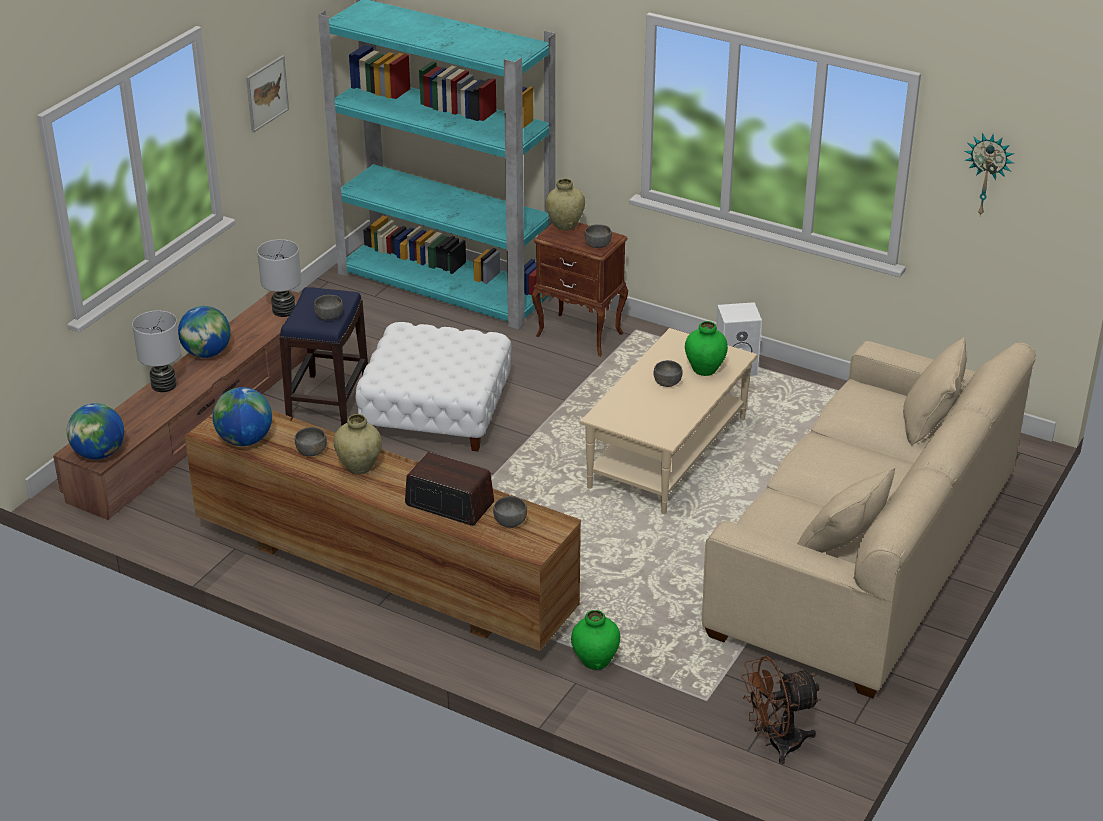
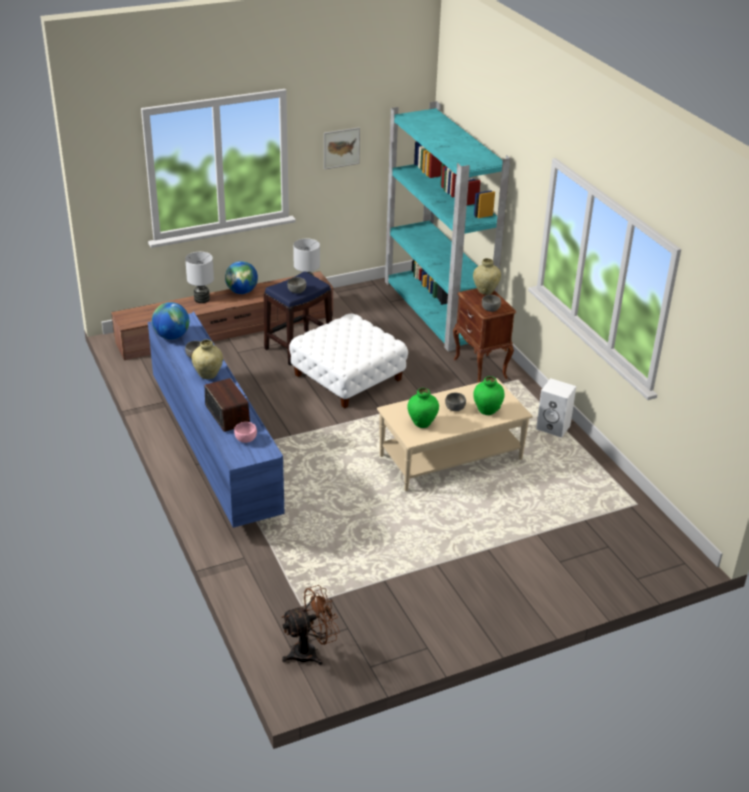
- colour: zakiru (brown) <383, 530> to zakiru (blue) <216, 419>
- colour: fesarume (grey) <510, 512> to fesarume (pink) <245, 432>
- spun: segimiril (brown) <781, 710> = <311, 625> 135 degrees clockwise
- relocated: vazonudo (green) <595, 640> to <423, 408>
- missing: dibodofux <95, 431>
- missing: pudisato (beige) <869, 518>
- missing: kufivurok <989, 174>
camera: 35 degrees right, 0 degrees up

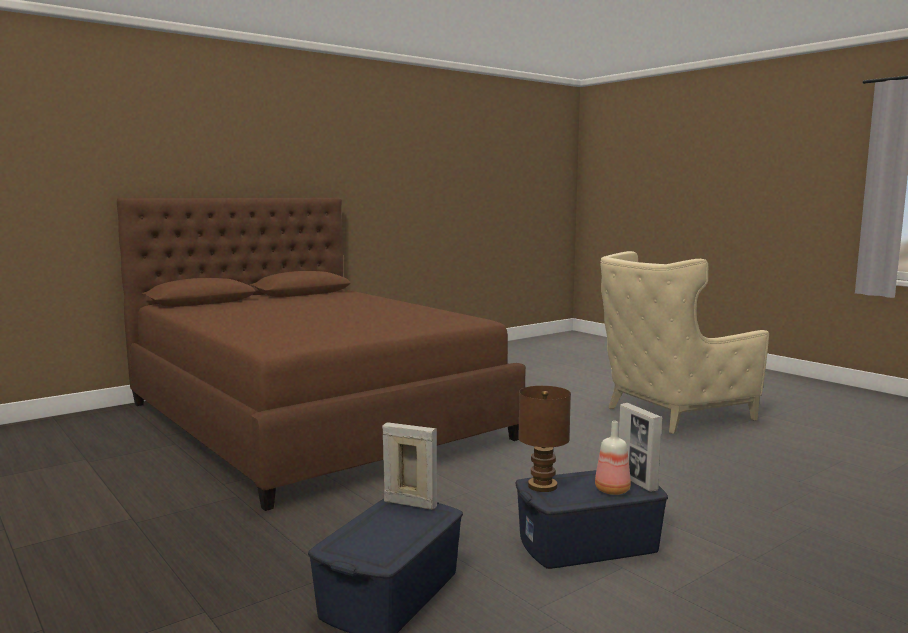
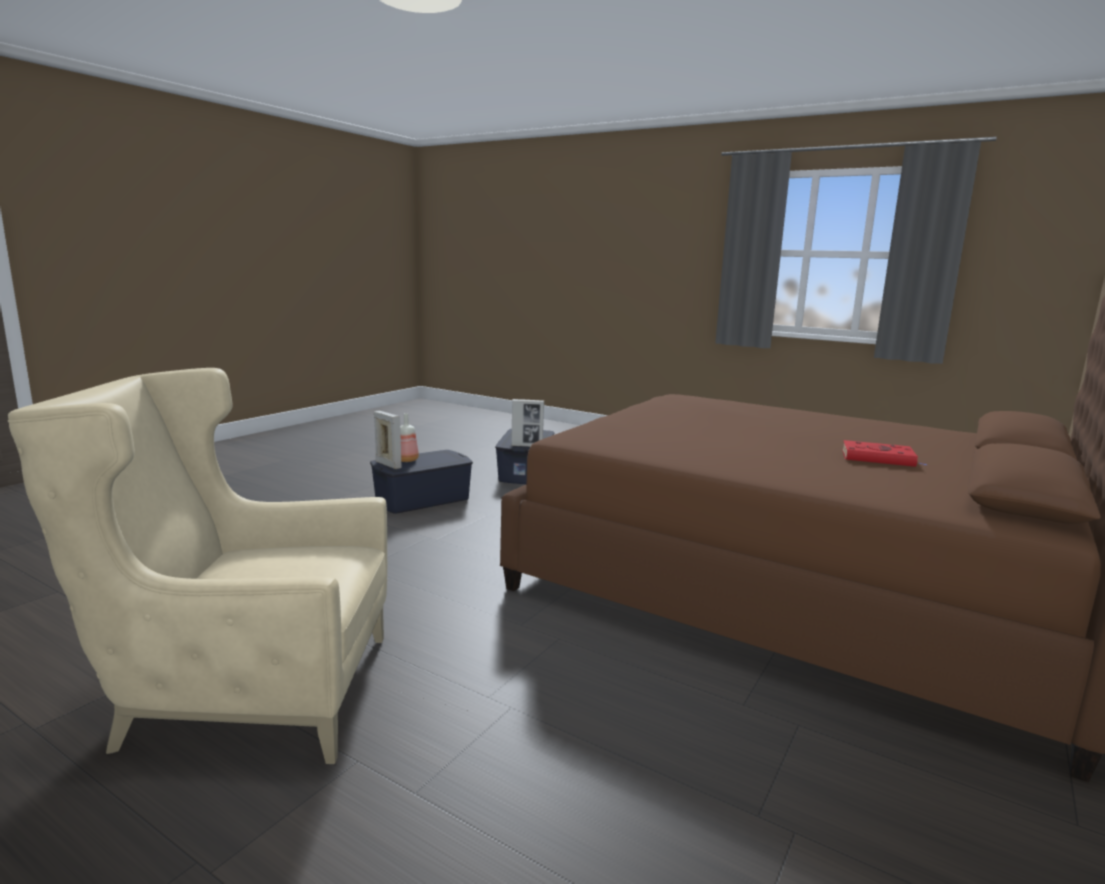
- spun: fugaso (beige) <684, 342> = <197, 566> 135 degrees counterclockwise
- appeared: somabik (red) <884, 453>
- missing: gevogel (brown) <544, 439>
camera: 160 degrees right, 5 degrees up

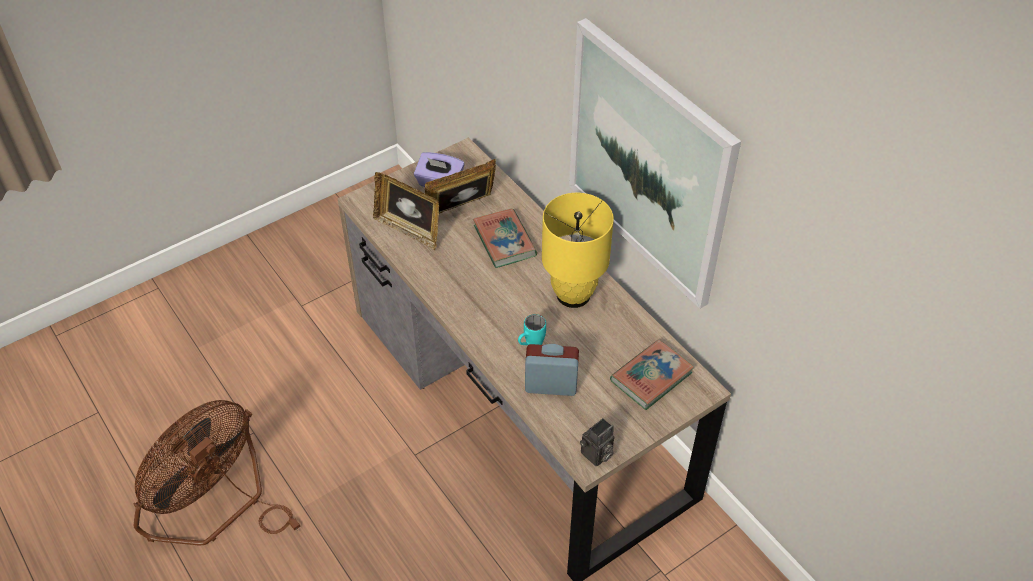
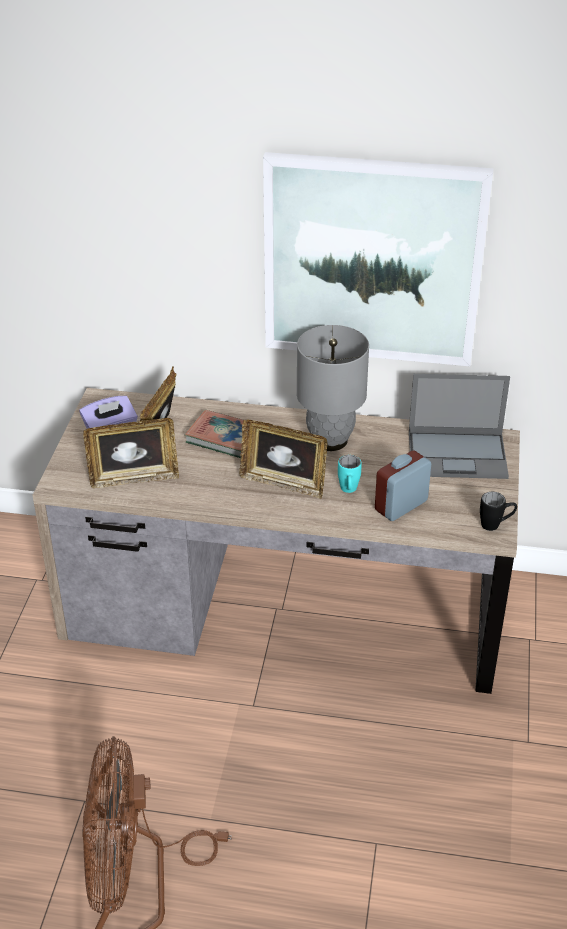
- appeared: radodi <283, 459>
- colour: gevogel (yellow) <578, 250> to gevogel (grey) <333, 388>
- exchanged: somabik <652, 374> to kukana <459, 426>
- exchanged: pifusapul <597, 442> to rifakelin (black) <498, 511>
camera: 45 degrees left, 10 degrees down

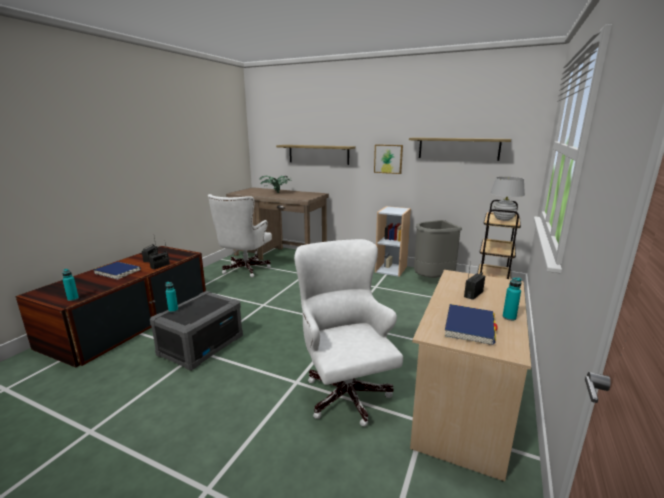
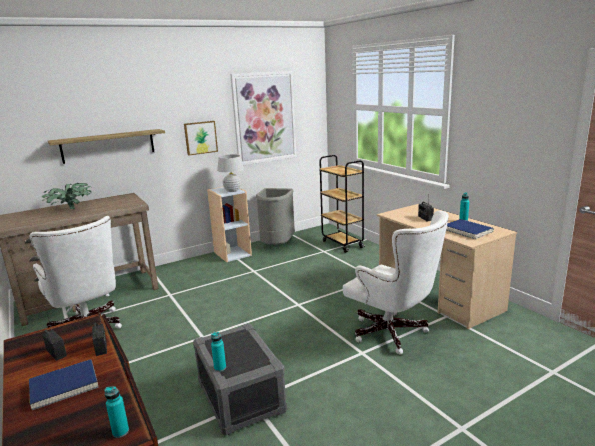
- relocated: gevogel (white) <508, 199> to <230, 173>
- exchanged: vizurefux <460, 149> to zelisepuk <263, 118>
- spun: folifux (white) <348, 333> = <396, 283> 150 degrees counterclockwise
camera: 55 degrees left, 0 degrees up

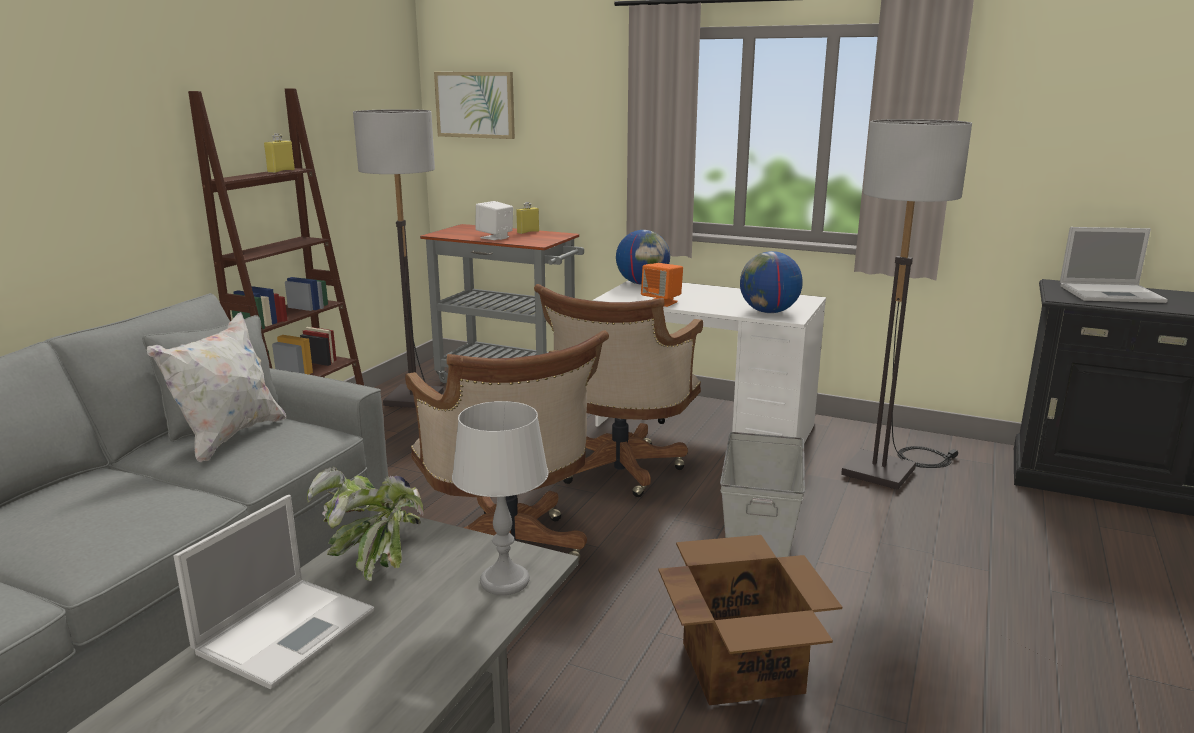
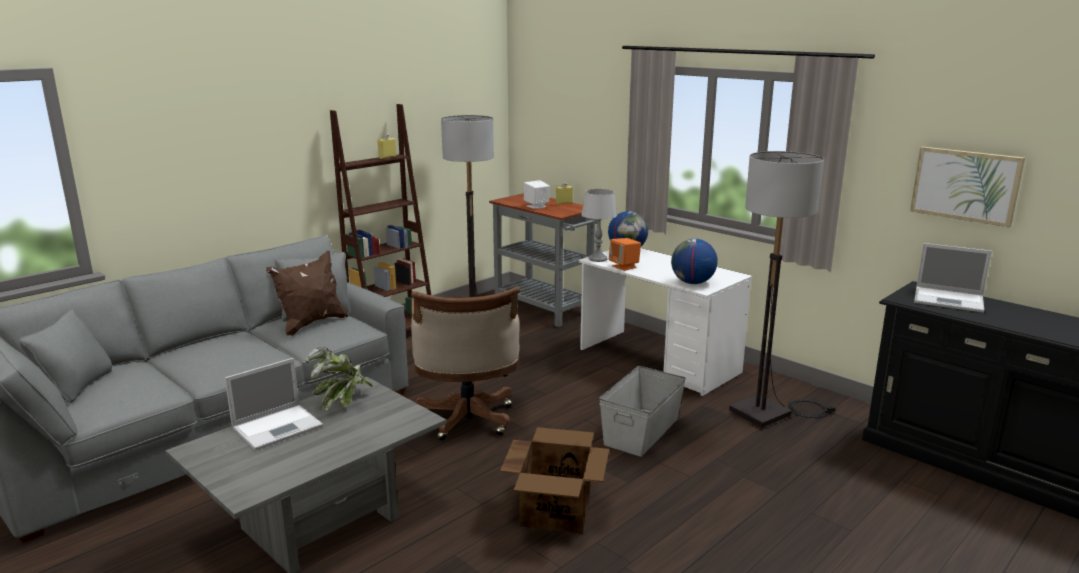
- colour: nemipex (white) <216, 387> to nemipex (brown) <307, 293>
- relocated: gevogel (grey) <500, 498> to <599, 225>
- relocated: zelisepuk <474, 105> to <967, 187>
- missing: folifux <618, 390>
camera: 20 degrees right, 0 degrees up

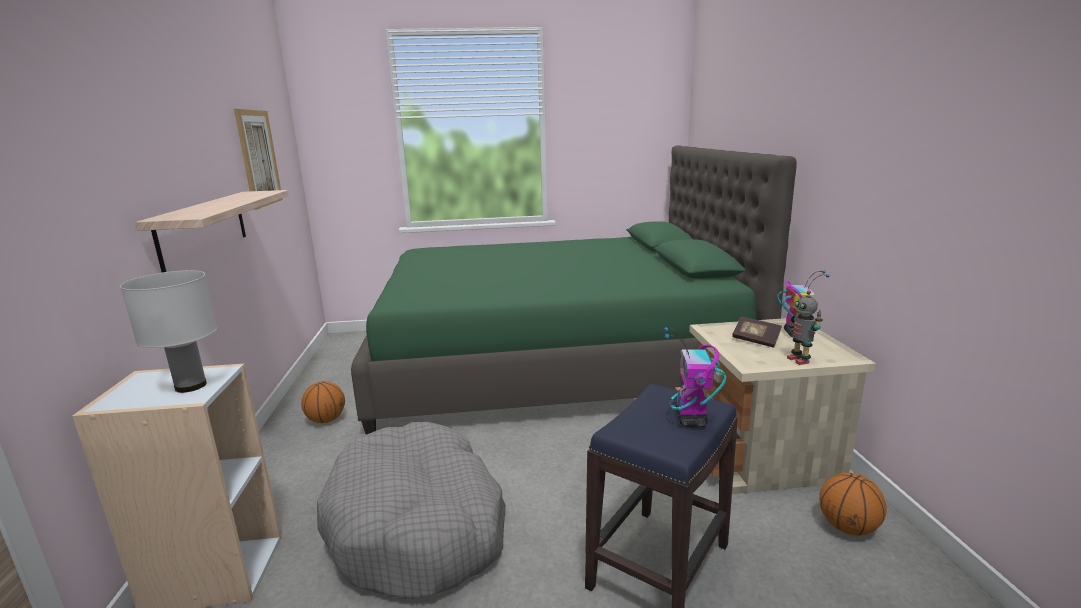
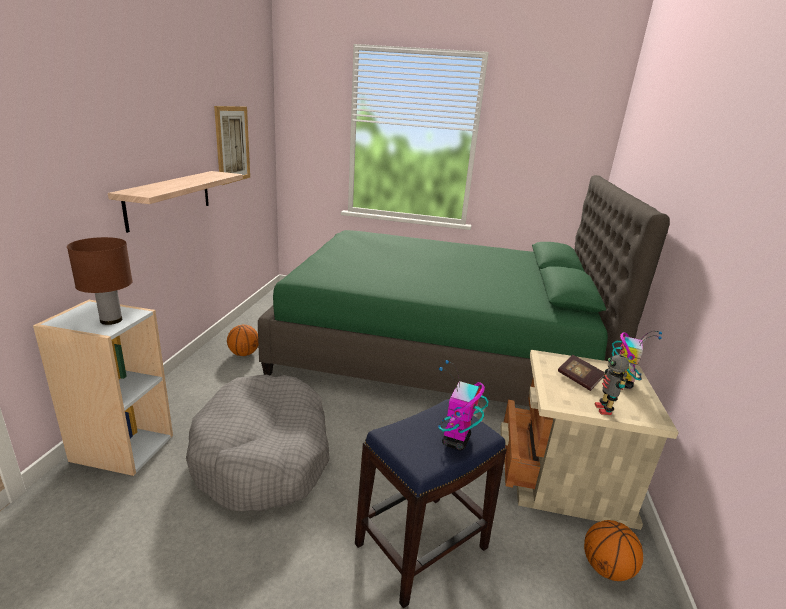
- colour: gevogel (white) <168, 331> to gevogel (brown) <100, 281>
camera: 15 degrees right, 5 degrees up

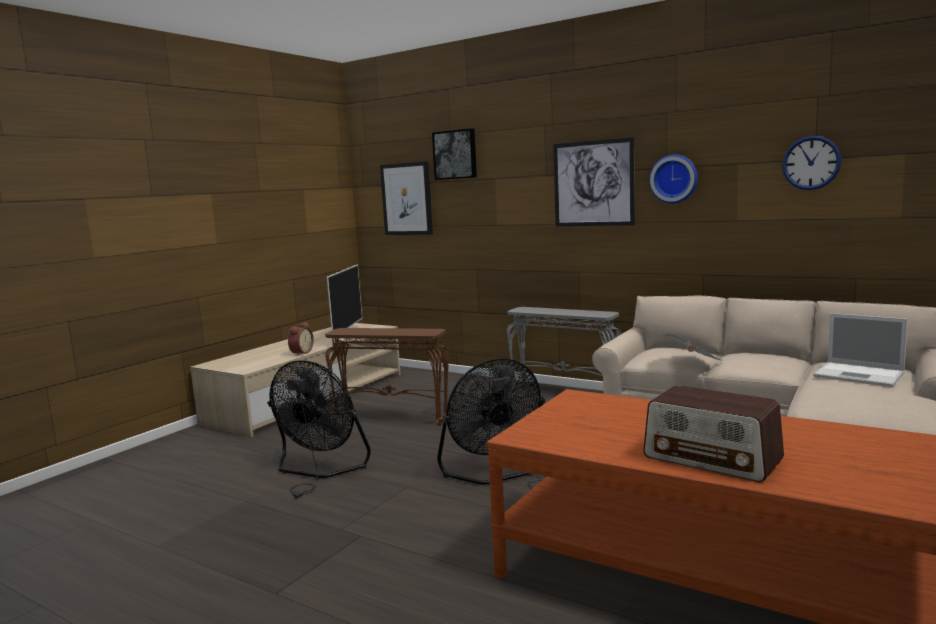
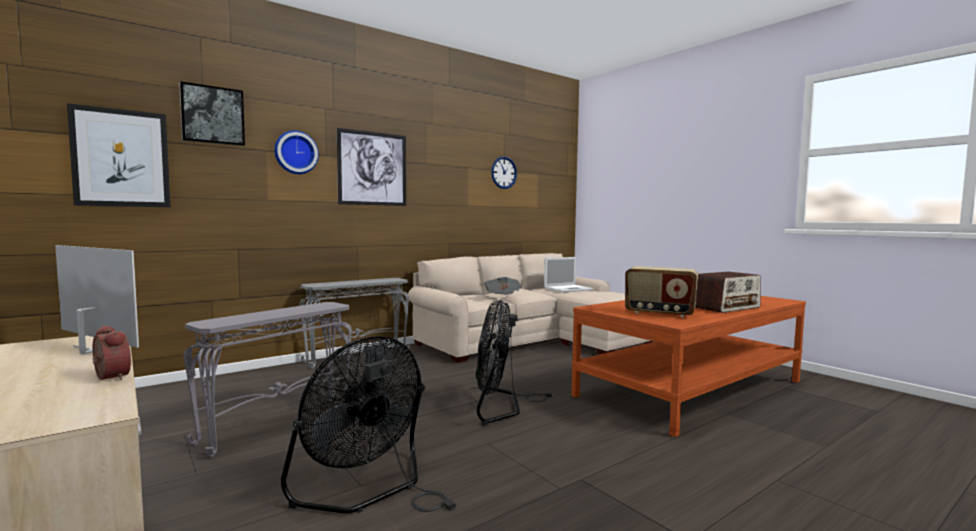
- colour: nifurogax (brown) <388, 376> to nifurogax (grey) <267, 380>
- relocated: kufivurok <673, 179> to <296, 152>
- appeared: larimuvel <661, 292>
camera: 70 degrees left, 5 degrees down

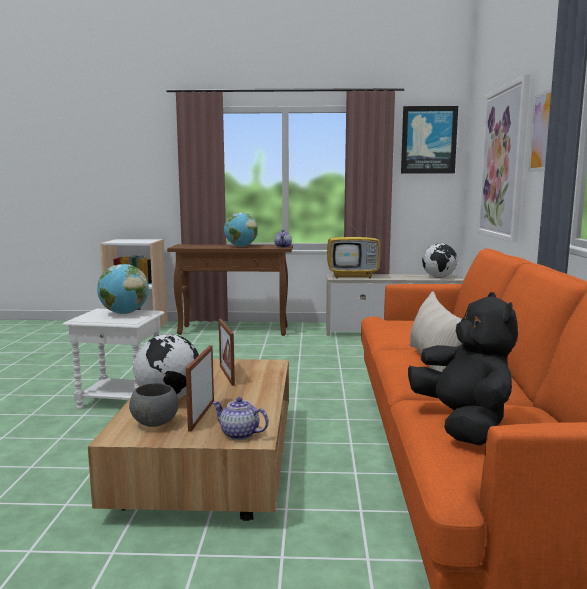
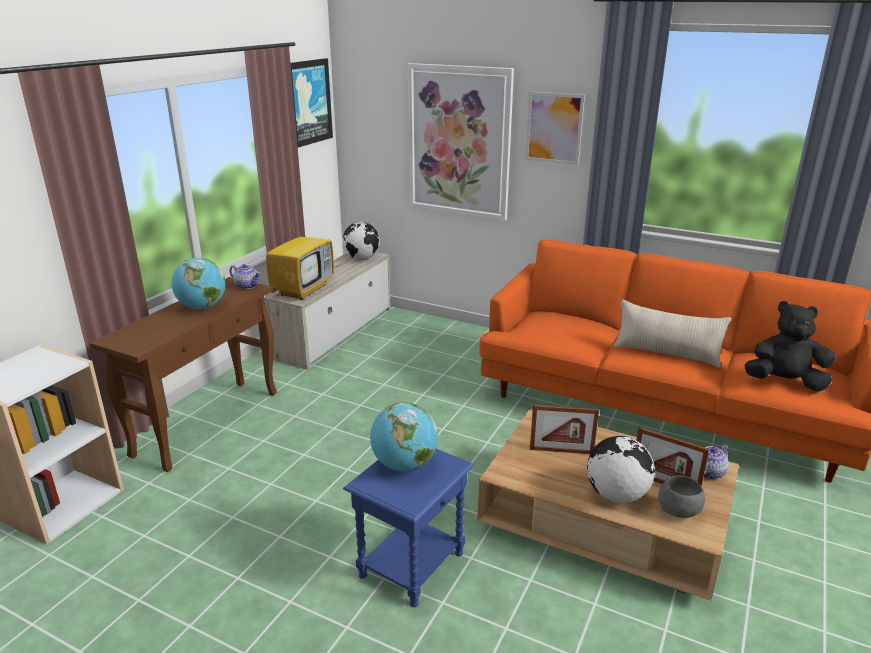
- colour: nifurogax (white) <113, 359> to nifurogax (blue) <408, 528>
camera: 65 degrees left, 15 degrees up

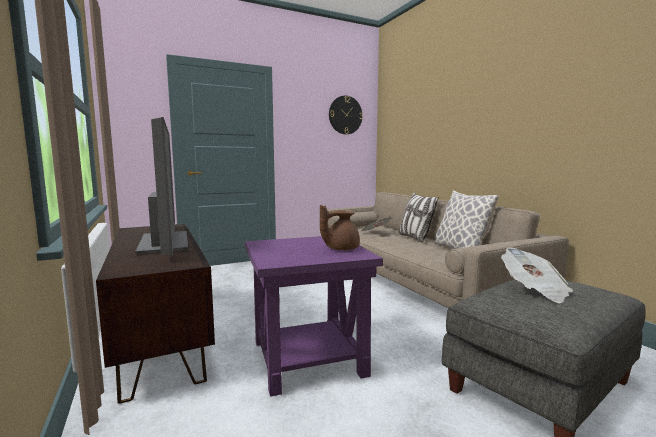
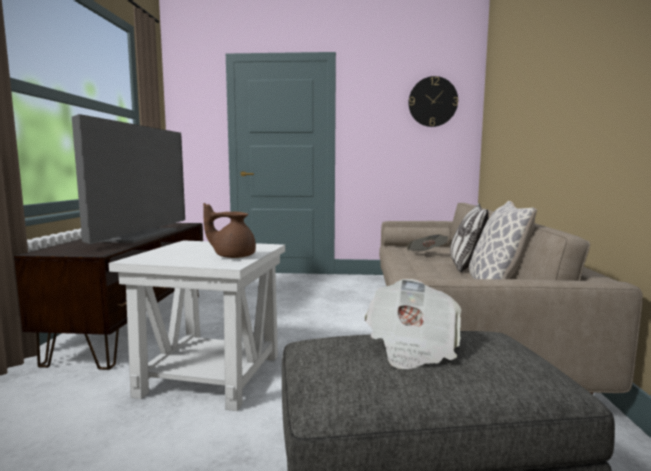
- colour: nifurogax (purple) <314, 316> to nifurogax (white) <197, 325>
camera: 30 degrees right, 0 degrees up

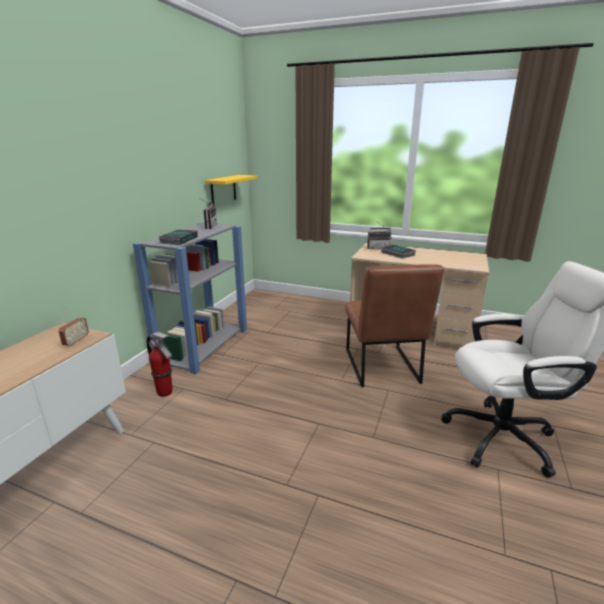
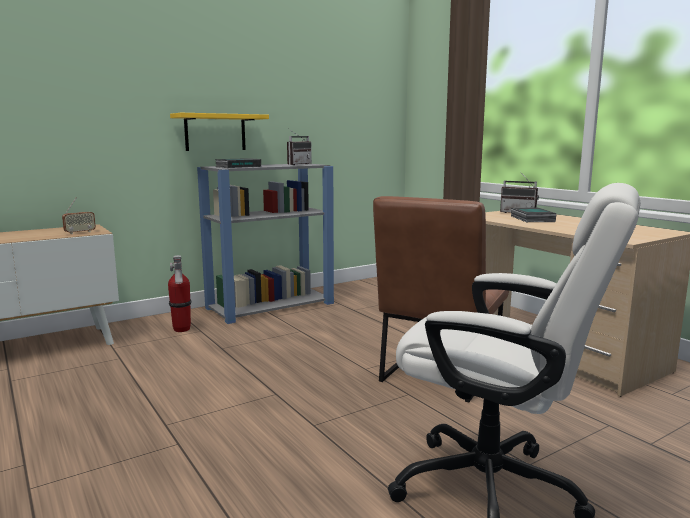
- relocated: vizurefux (yellow) <231, 190> to <219, 132>
camera: 35 degrees right, 10 degrees down

